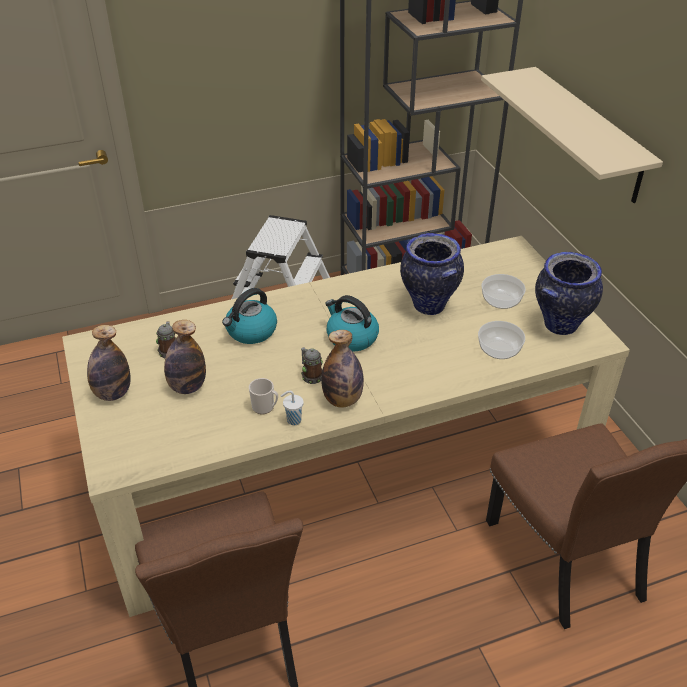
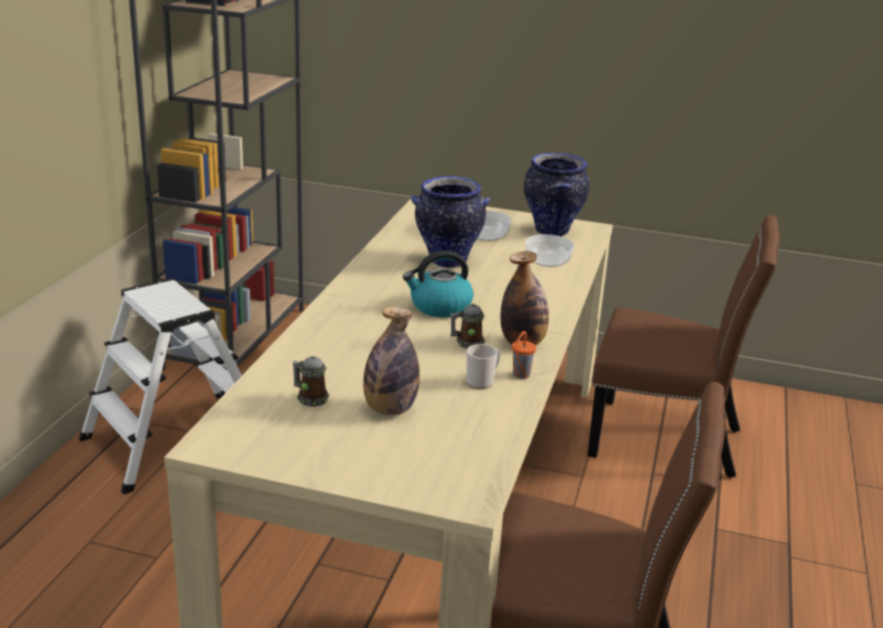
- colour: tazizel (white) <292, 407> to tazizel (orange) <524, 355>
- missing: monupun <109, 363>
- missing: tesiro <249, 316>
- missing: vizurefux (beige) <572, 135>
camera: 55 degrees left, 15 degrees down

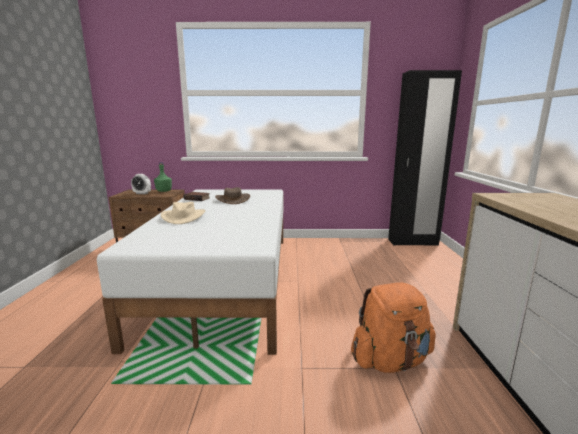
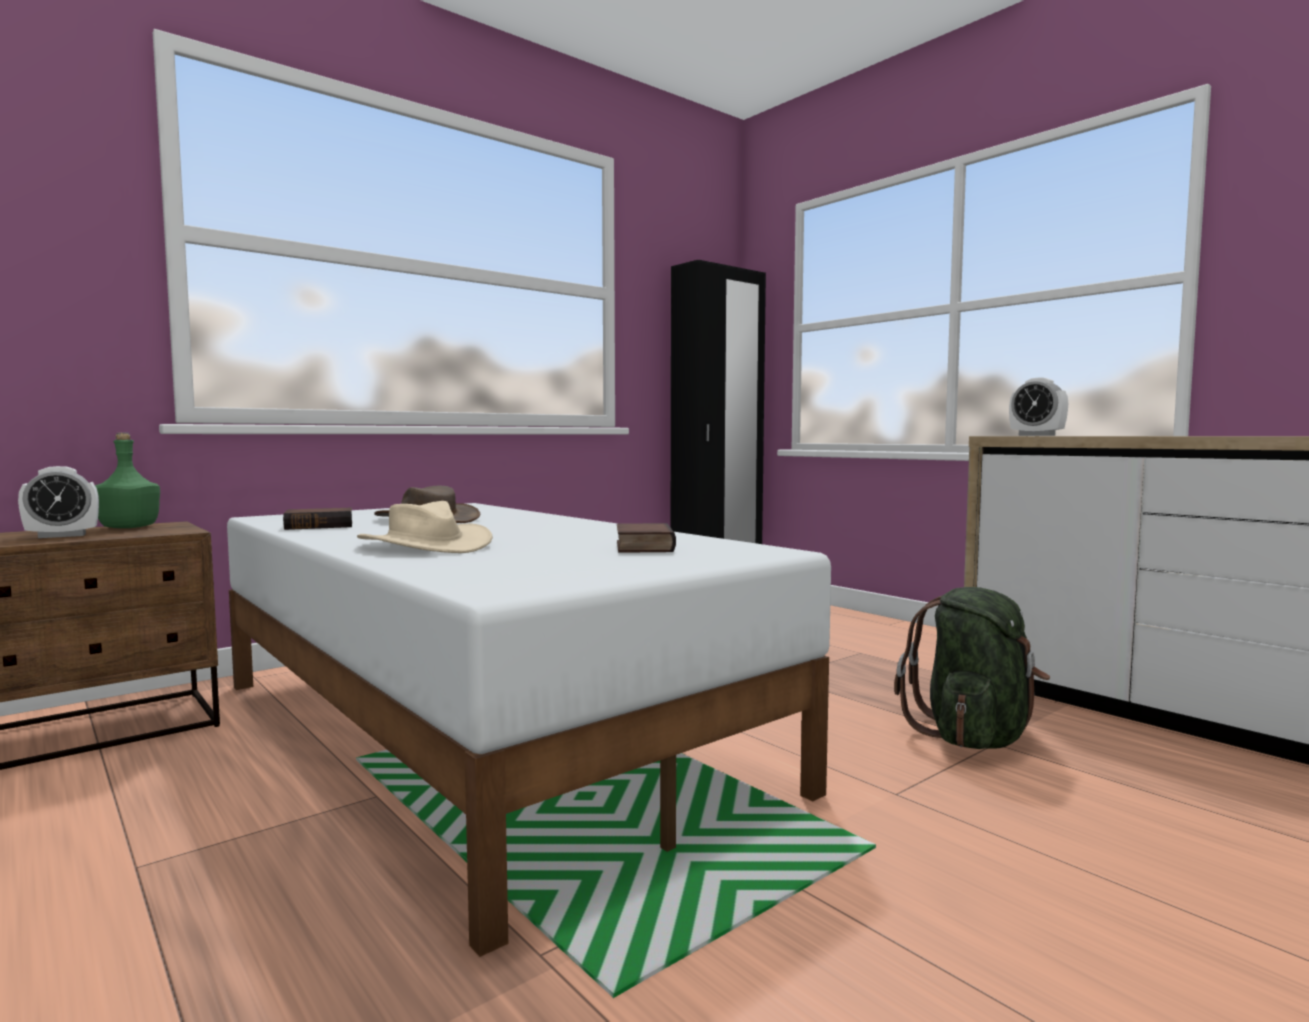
- appeared: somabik <646, 538>
- colour: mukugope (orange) <393, 327> to mukugope (green) <972, 668>
- appeared: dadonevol <1038, 407>
camera: 40 degrees left, 10 degrees down

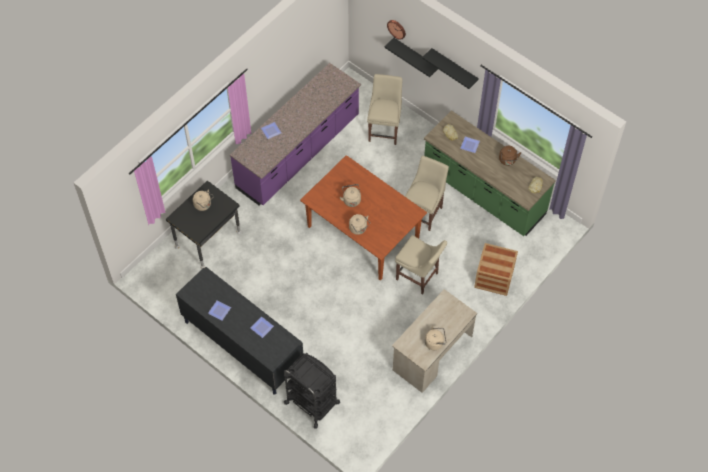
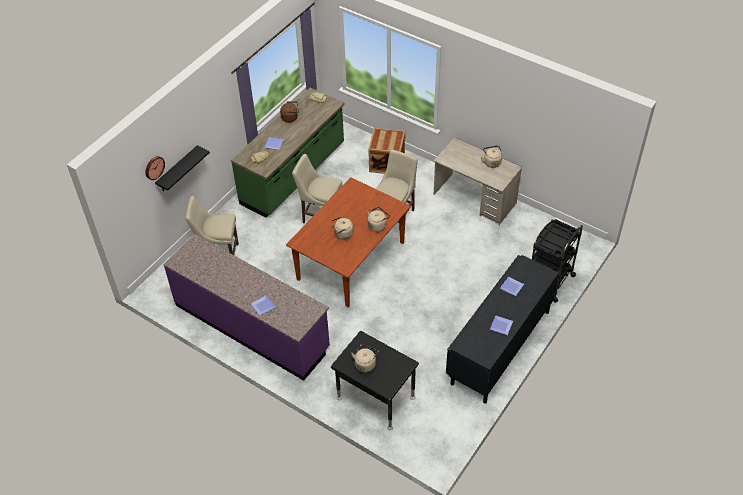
- missing: vizurefux (black) <450, 68>
camera: 95 degrees left, 10 degrees down

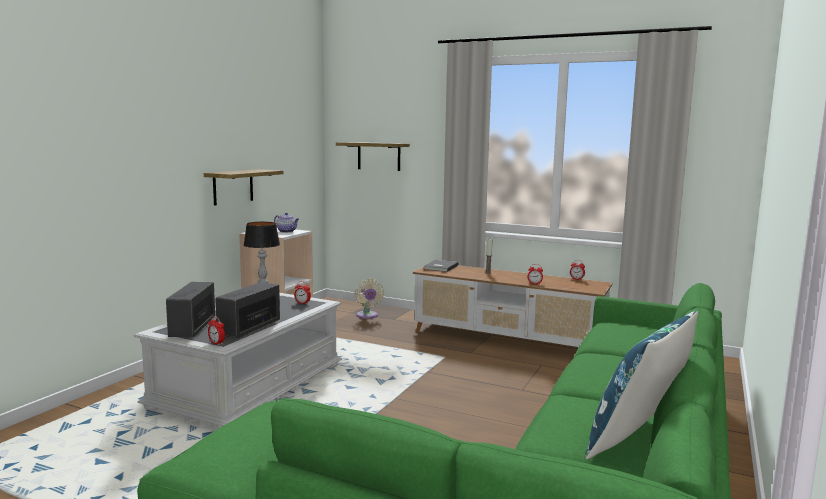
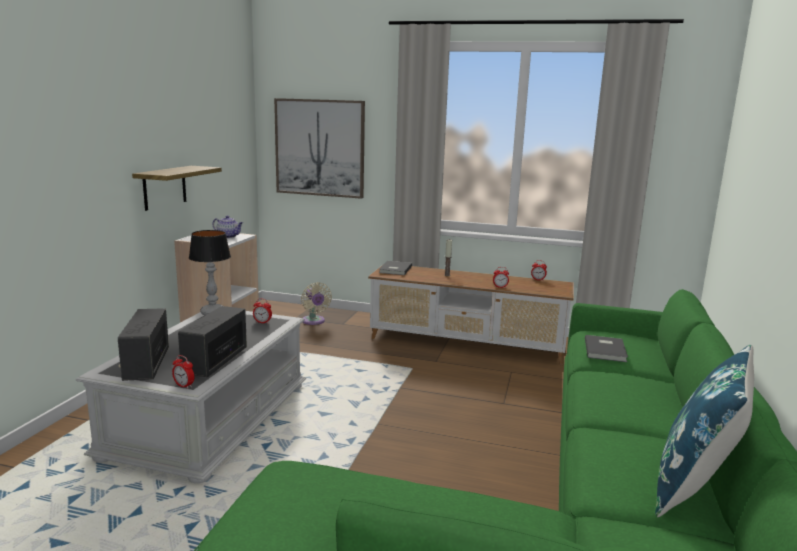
- exchanged: vizurefux <373, 156> to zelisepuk <319, 148>
- appeared: somabik (grey) <606, 348>
camera: 10 degrees left, 5 degrees up

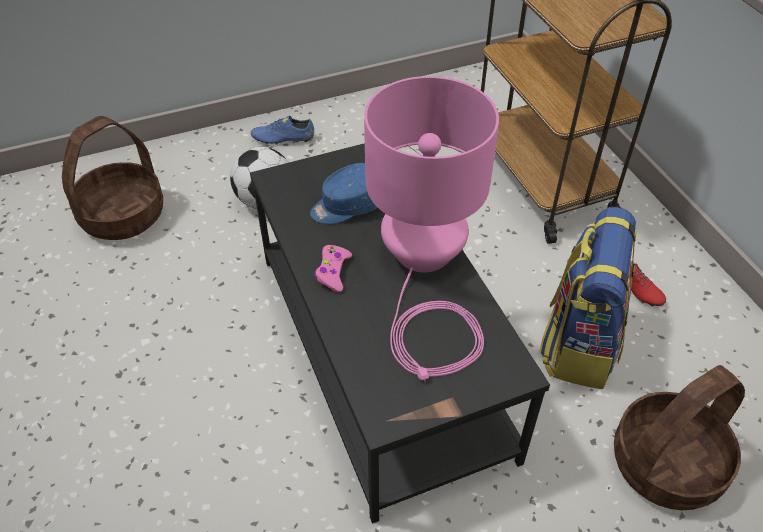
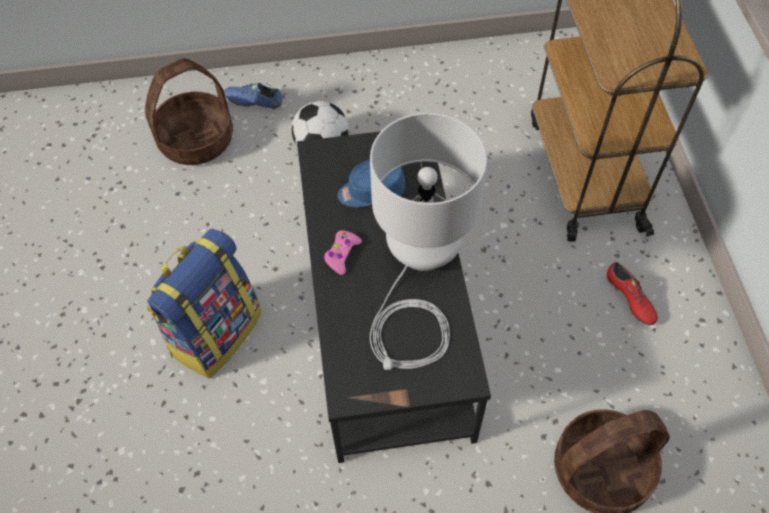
- relocated: mukugope <587, 298> to <204, 303>
- relocated: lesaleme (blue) <282, 130> to <253, 96>
- colour: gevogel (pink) <431, 229> to gevogel (grey) <428, 242>
camera: 15 degrees right, 10 degrees up

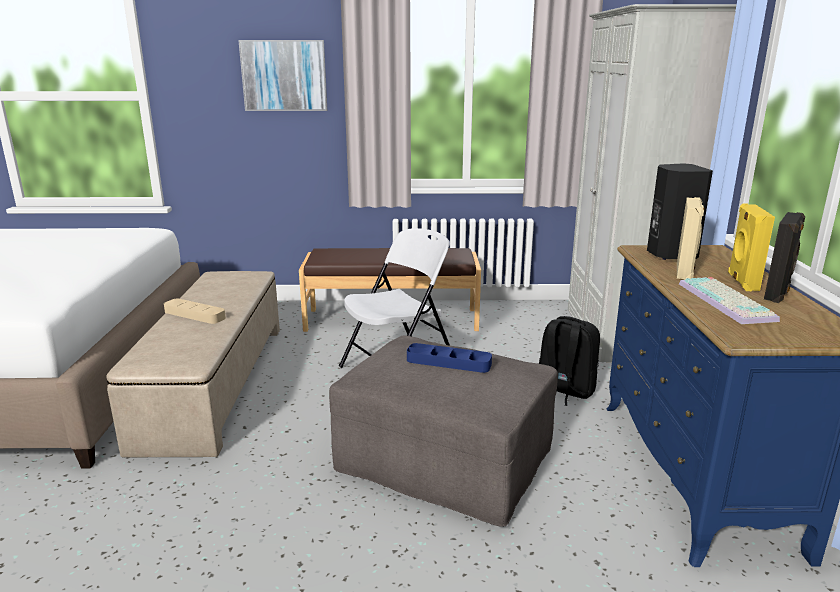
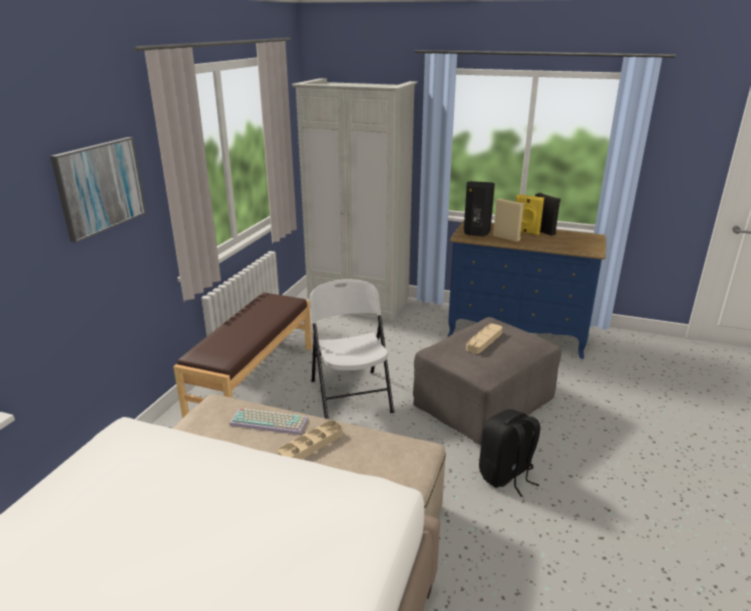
- relocated: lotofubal <729, 300> to <268, 421>
- colour: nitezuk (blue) <449, 358> to nitezuk (beige) <484, 338>
- relocated: mukugope (black) <569, 361> to <509, 453>
camera: 70 degrees left, 5 degrees up

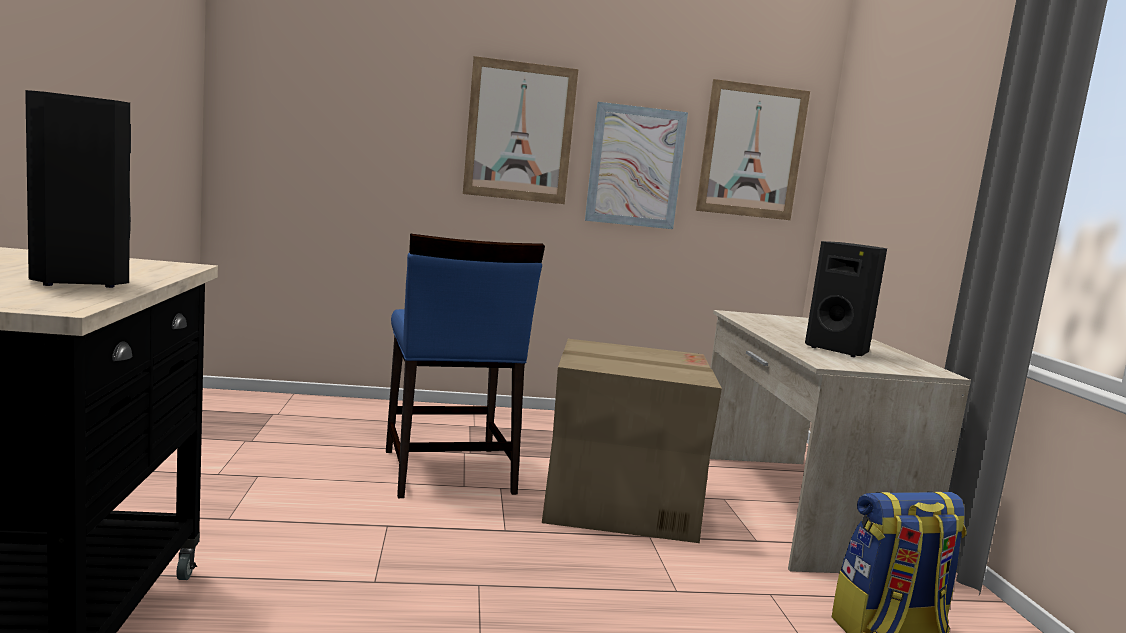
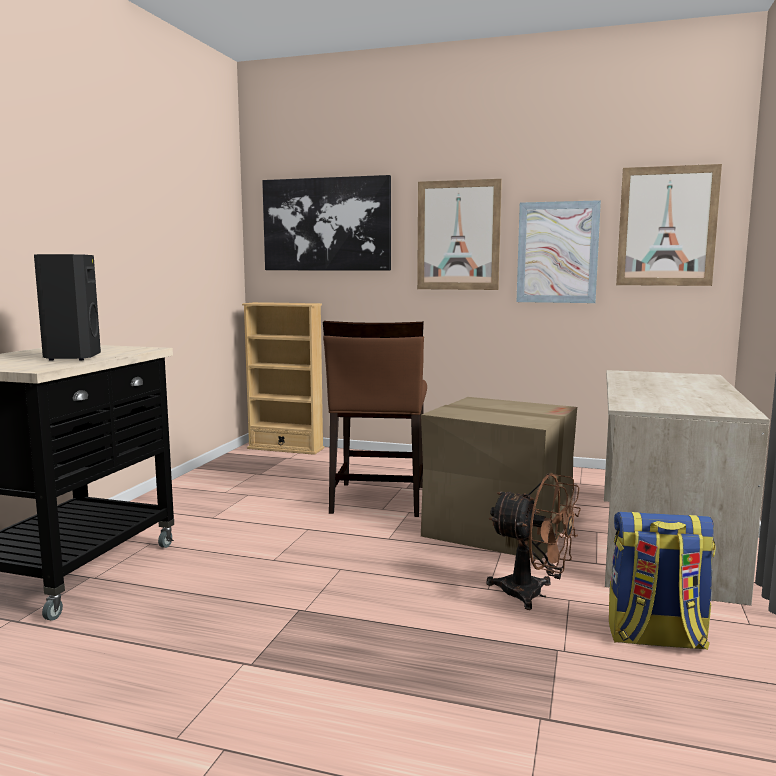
- appeared: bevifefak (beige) <283, 378>
- appeared: zelisepuk <326, 223>
- colour: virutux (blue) <465, 365> to virutux (brown) <375, 419>
- appeared: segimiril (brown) <533, 541>
- missing: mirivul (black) <846, 299>
camera: 25 degrees right, 0 degrees up

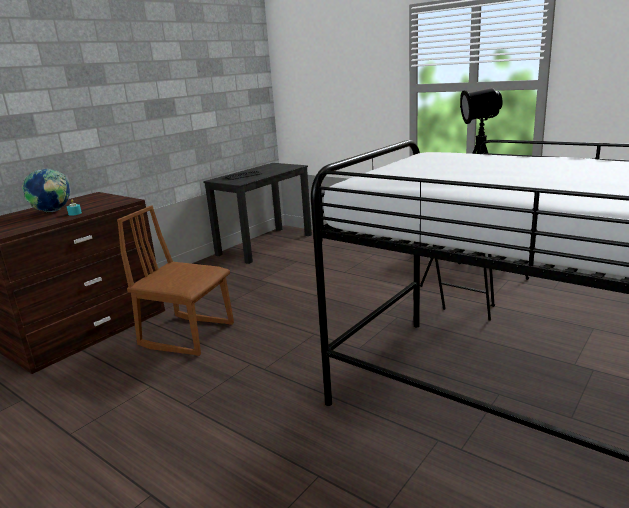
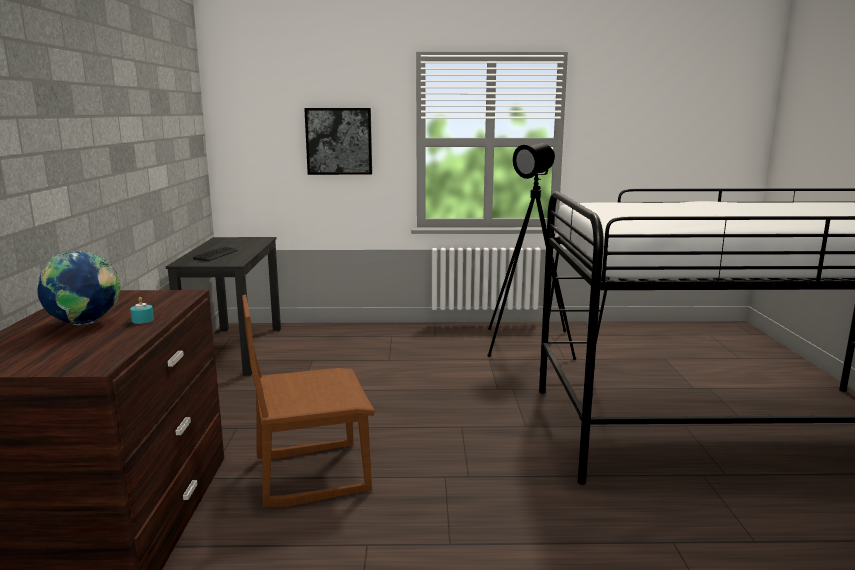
- appeared: zelisepuk <338, 141>
camera: 40 degrees left, 5 degrees down

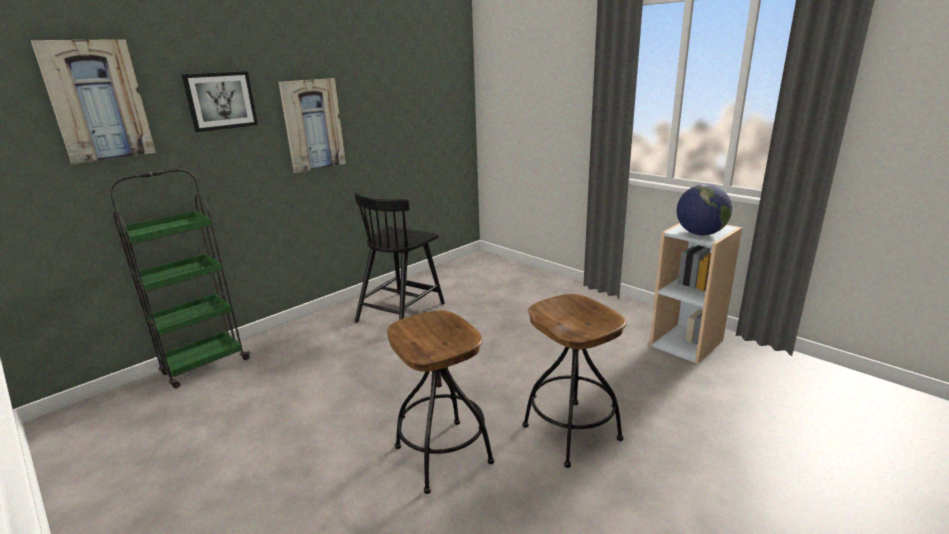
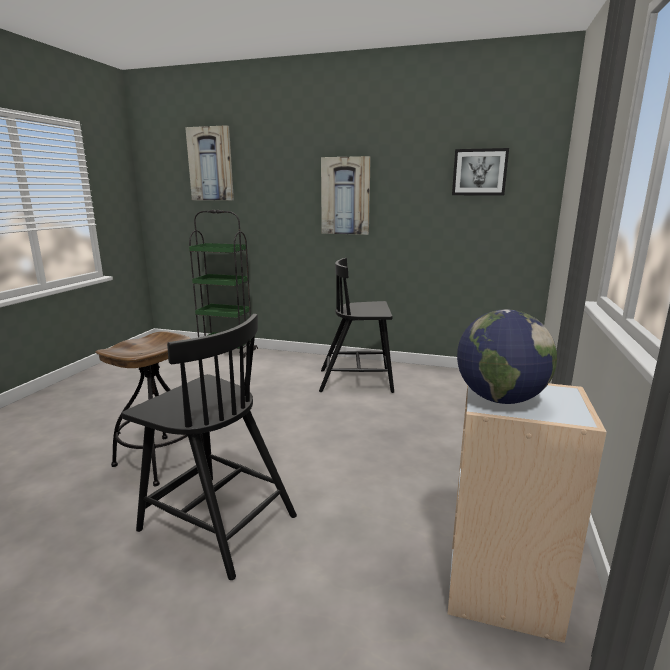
- exchanged: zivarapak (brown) <575, 381> to virutux (black) <209, 447>
- relocated: zelisepuk <220, 101> to <480, 171>
camera: 60 degrees right, 5 degrees down

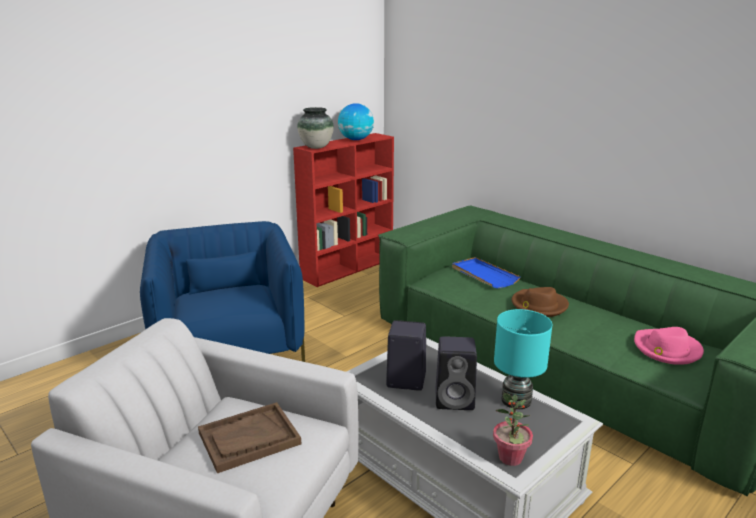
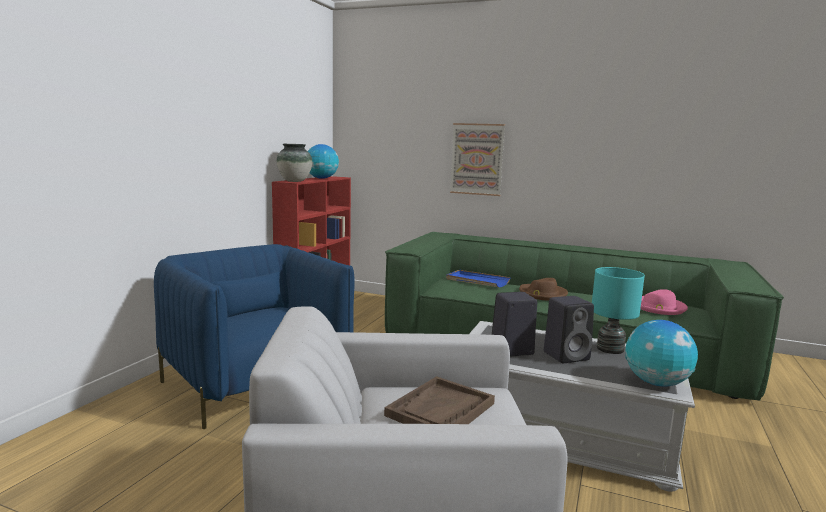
- appeared: zelisepuk <477, 159>
- exchanged: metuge <513, 429> to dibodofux <661, 353>
camera: 25 degrees left, 10 degrees down

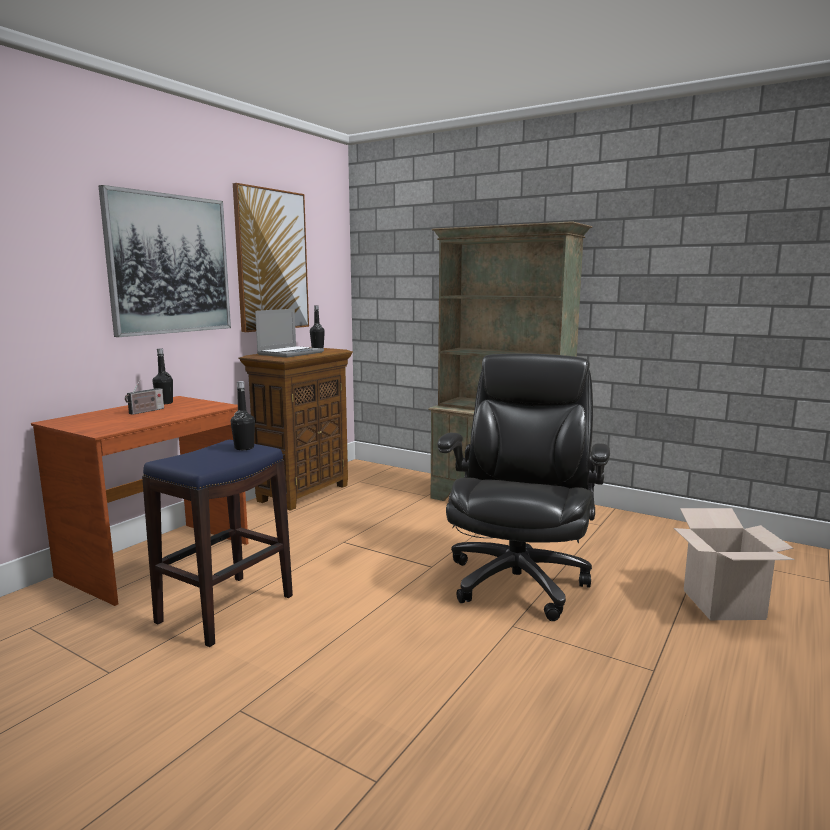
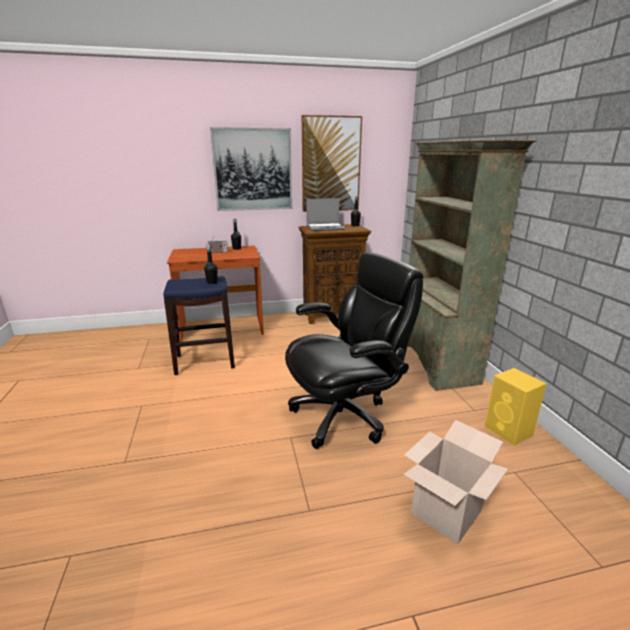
- appeared: mirivul (yellow) <515, 407>
camera: 45 degrees right, 10 degrees up

